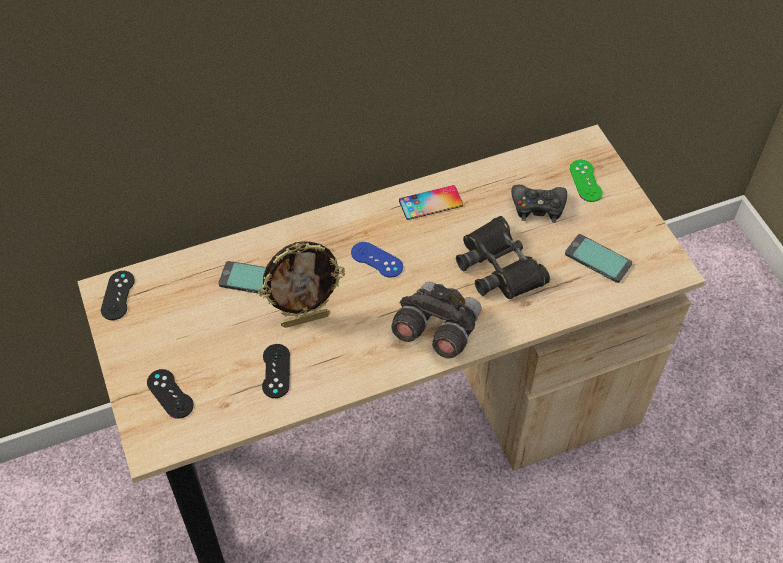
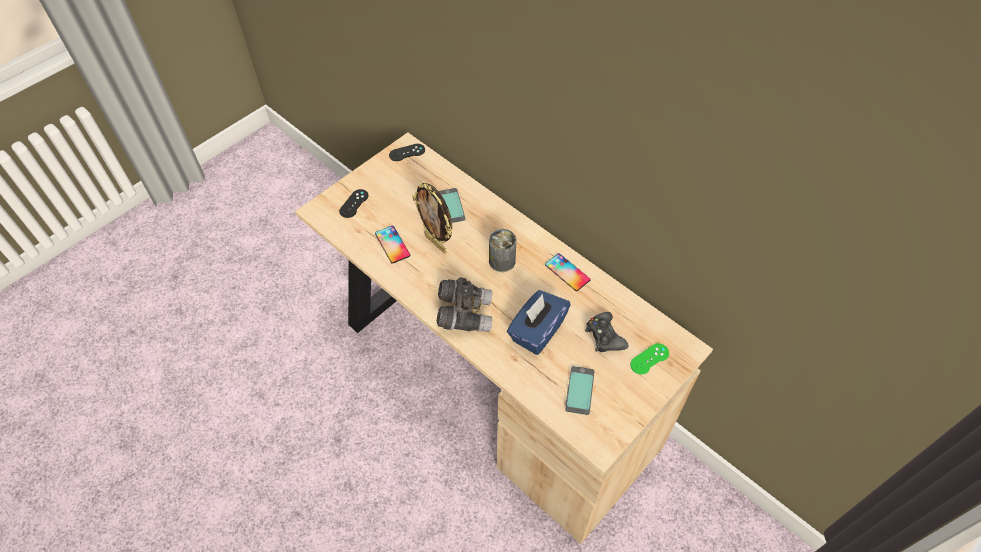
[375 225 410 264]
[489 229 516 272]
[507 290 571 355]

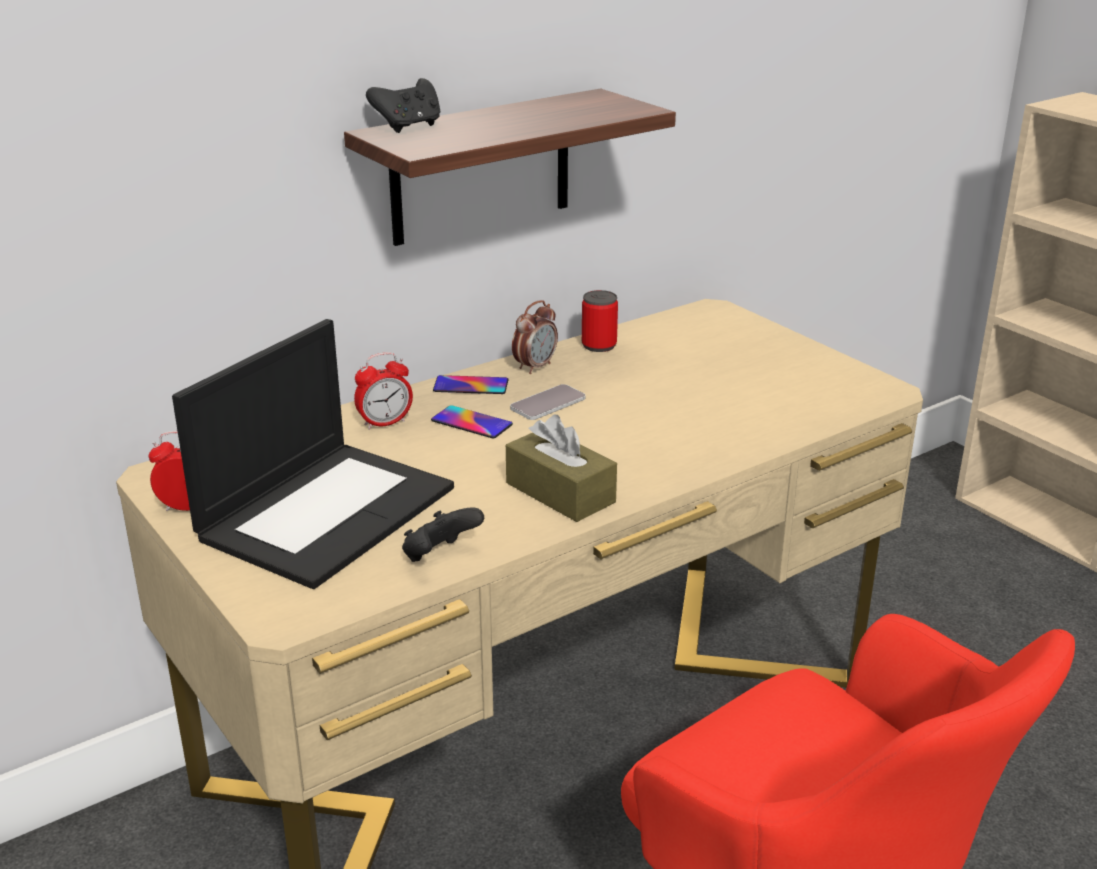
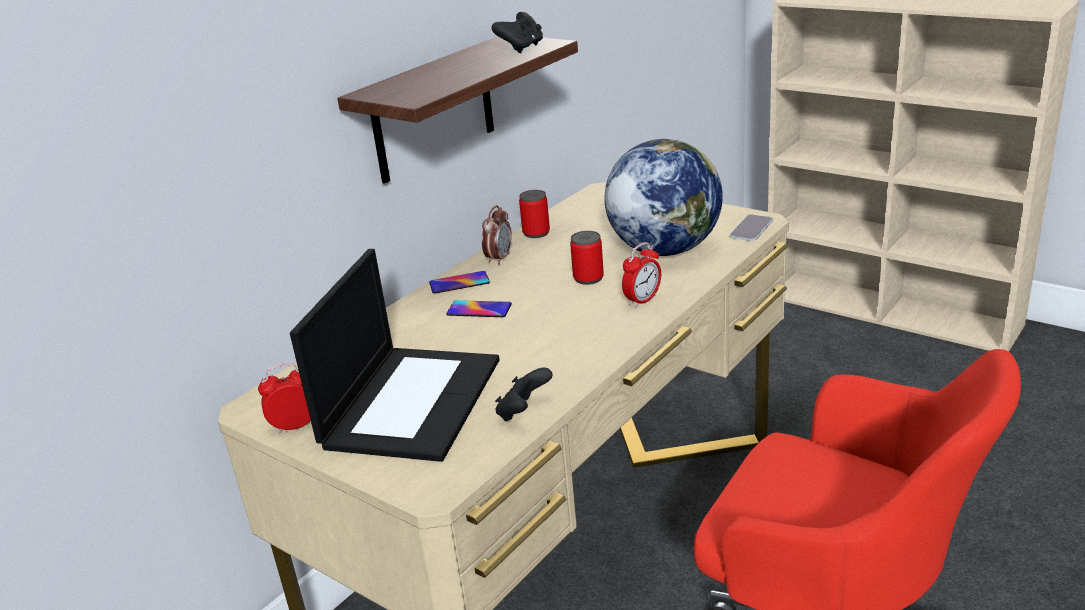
[492 12 543 53]
[570 231 604 285]
[604 139 723 256]
[622 242 661 308]
[730 214 773 241]
[506 415 617 522] (first image)

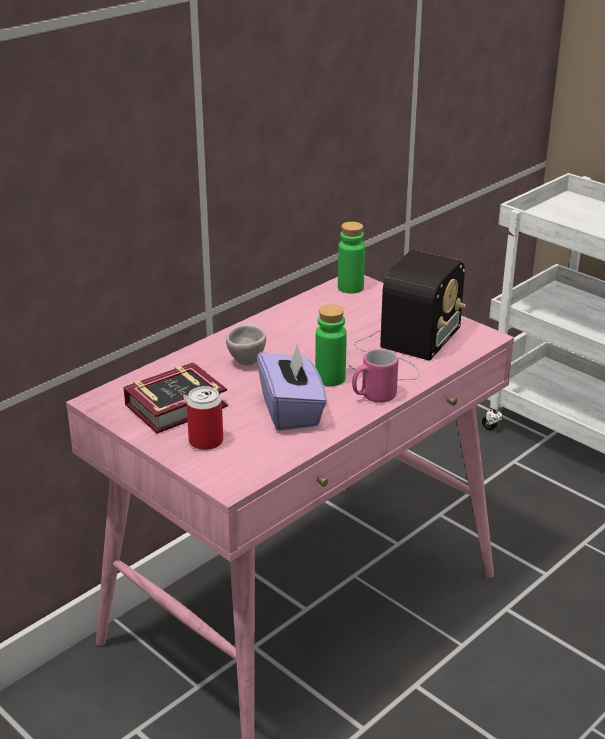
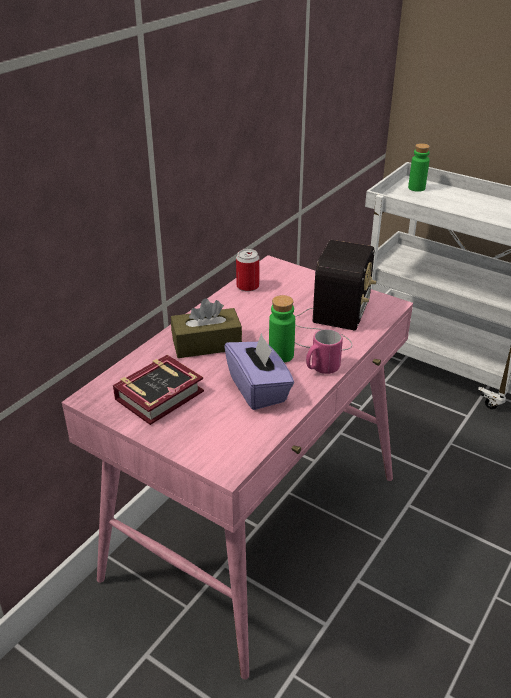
[171 298 242 358]
[236 249 259 292]
[408 143 430 192]

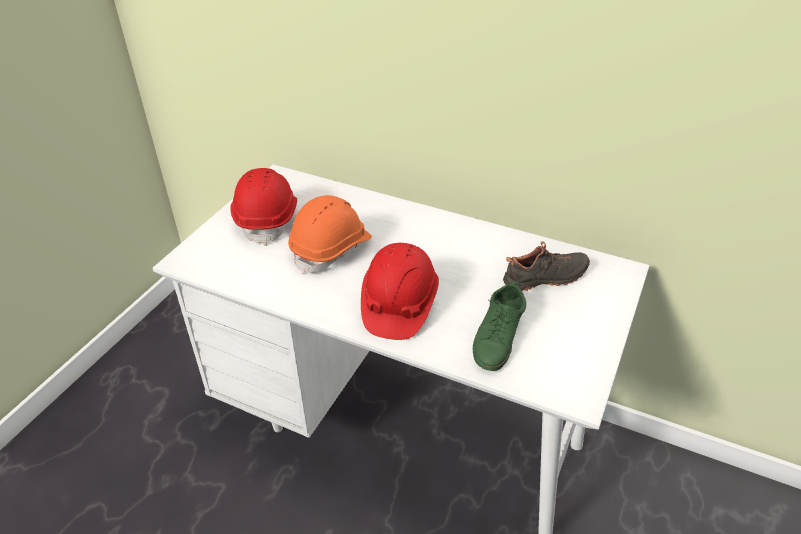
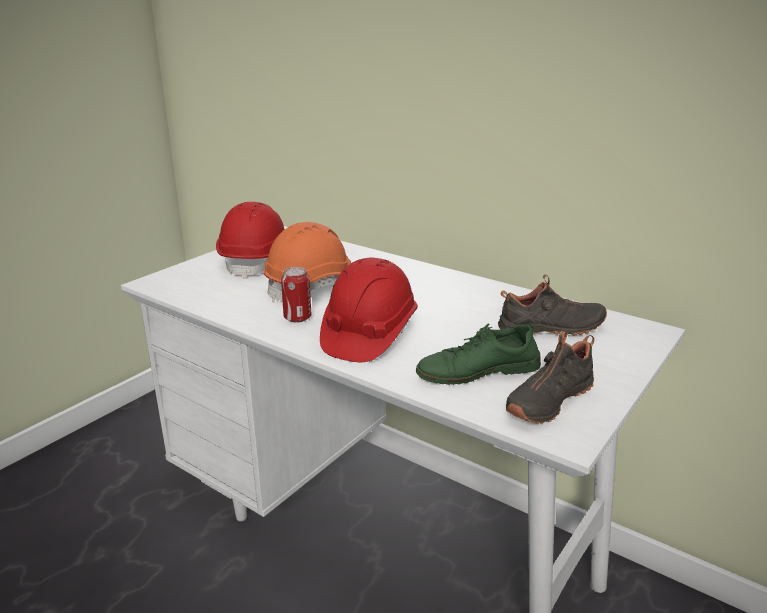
[281 267 311 323]
[416 323 541 385]
[506 331 594 424]

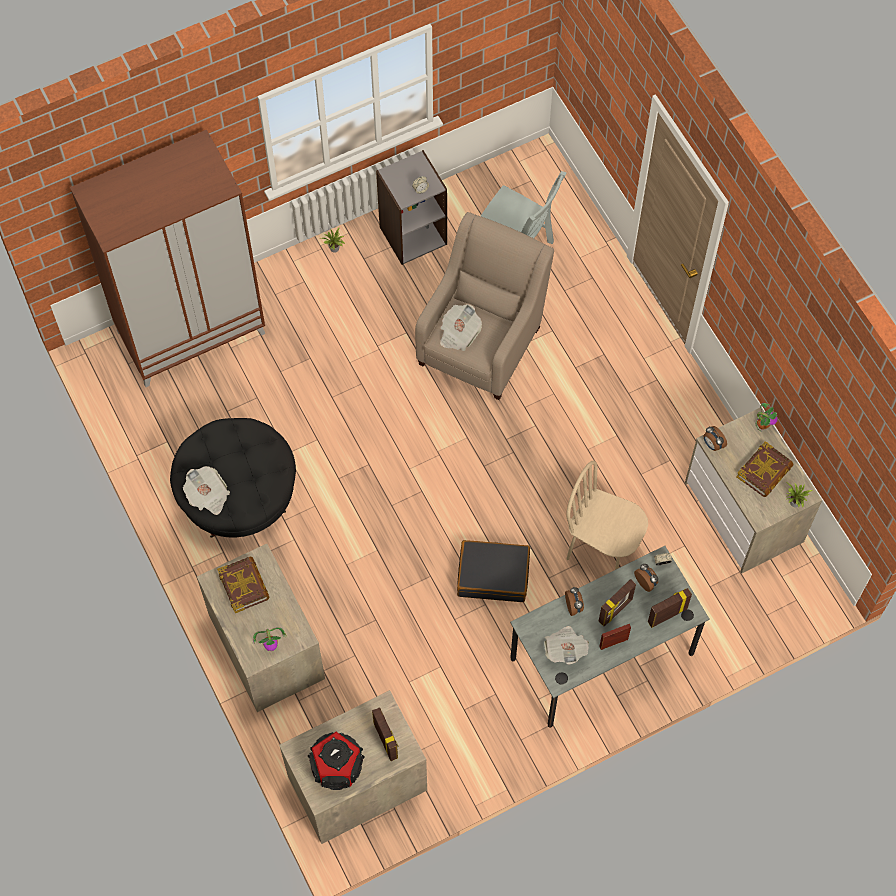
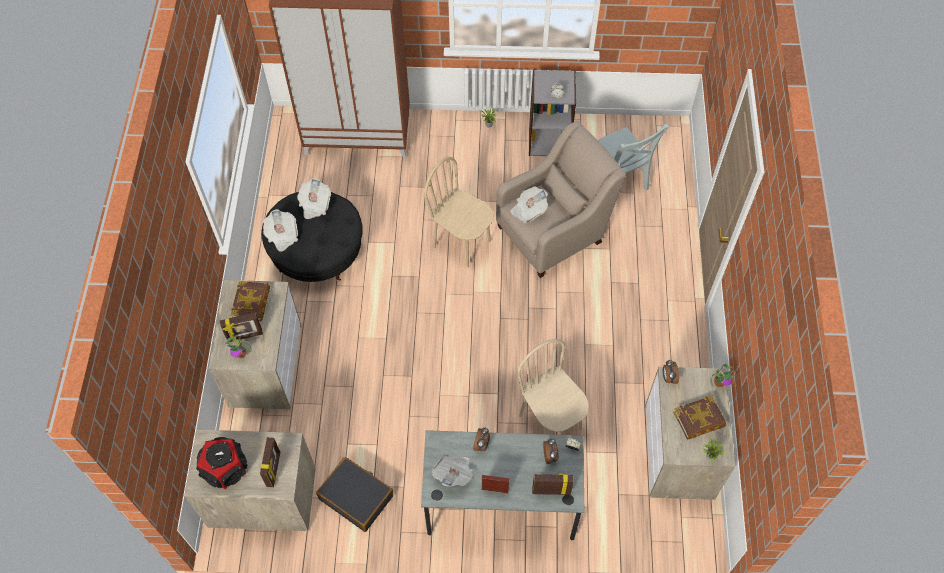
[220 312 263 342]
[297 178 331 219]
[316 457 393 532]
[424 157 494 268]

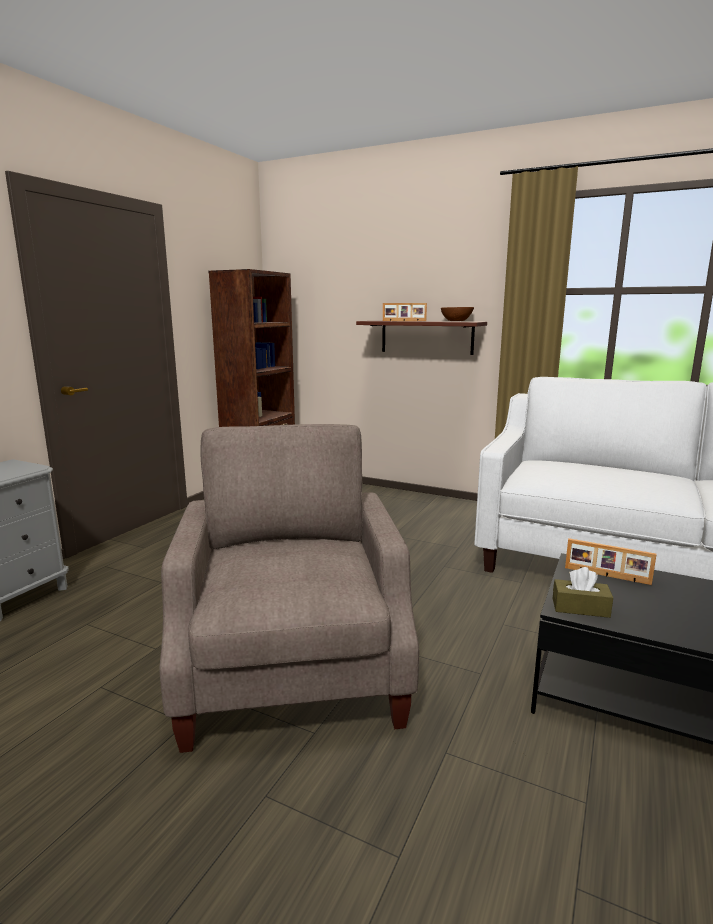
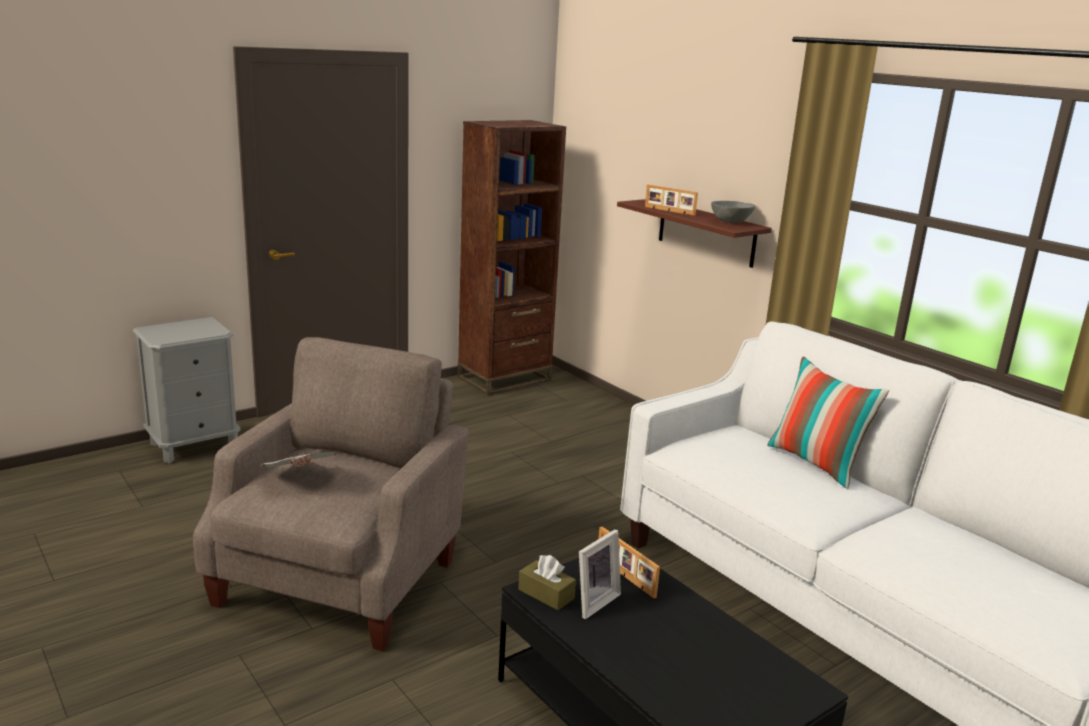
[261 452 337 468]
[579 529 621 619]
[711 201 755 223]
[767 357 889 489]

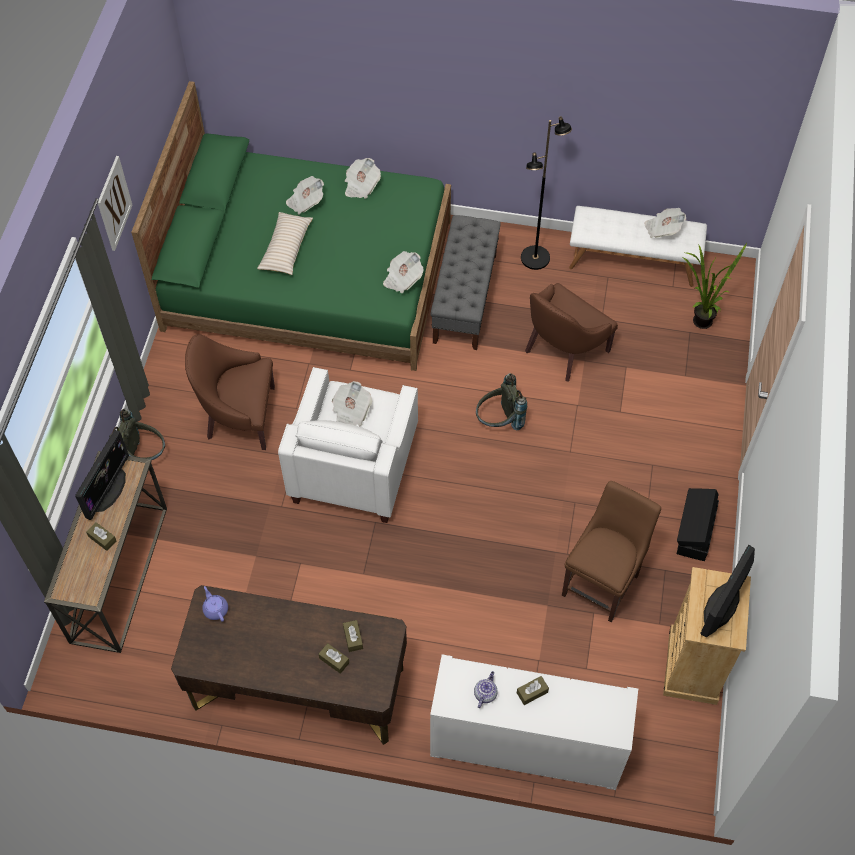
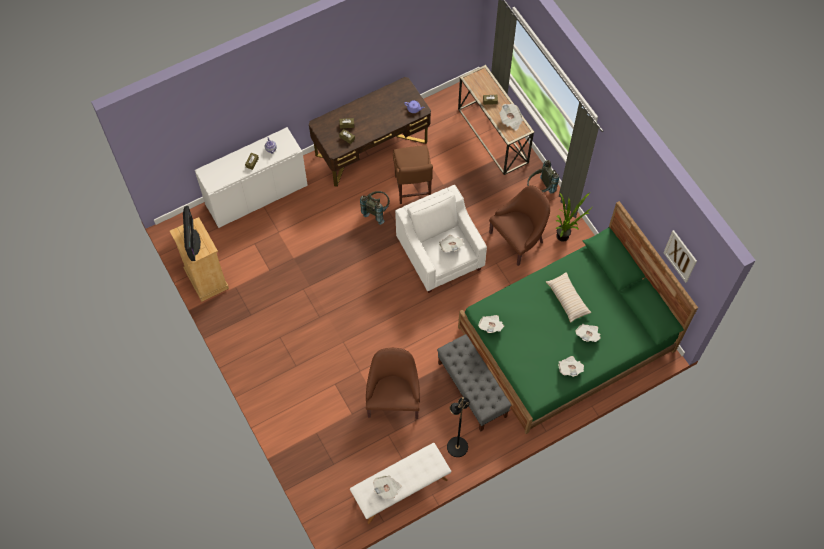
[360 191 390 225]
[393 145 433 204]
[500 104 523 131]
[556 192 591 242]
[663 230 697 283]
[677 488 719 561] (first image)

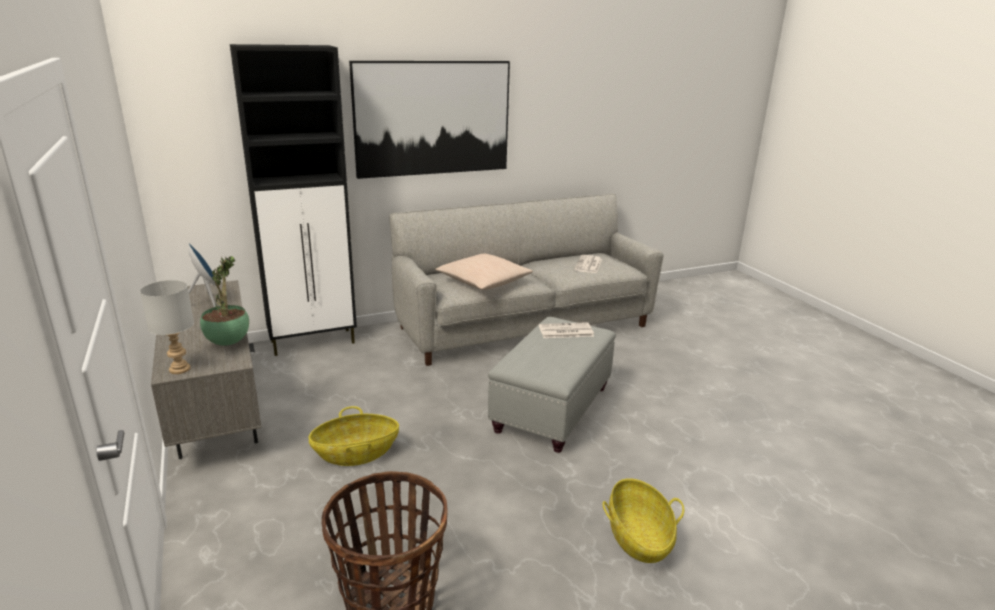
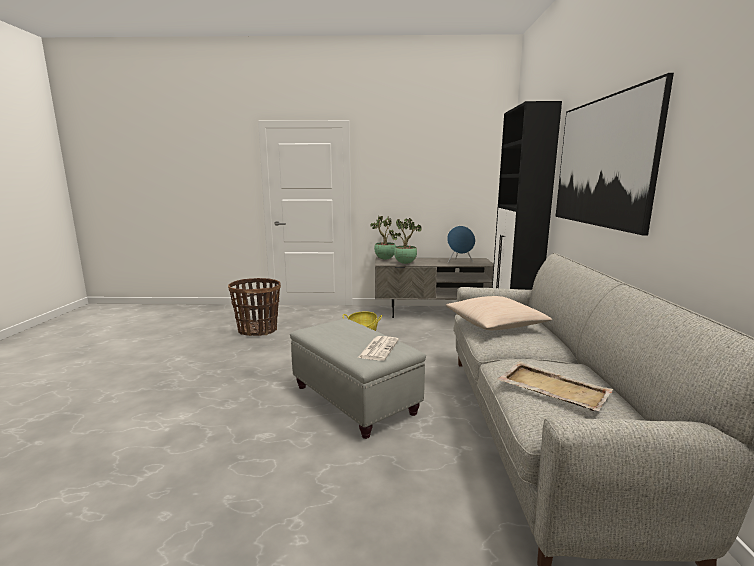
[370 216 396 260]
[497 361 613 411]
[603 478 684 563] (first image)

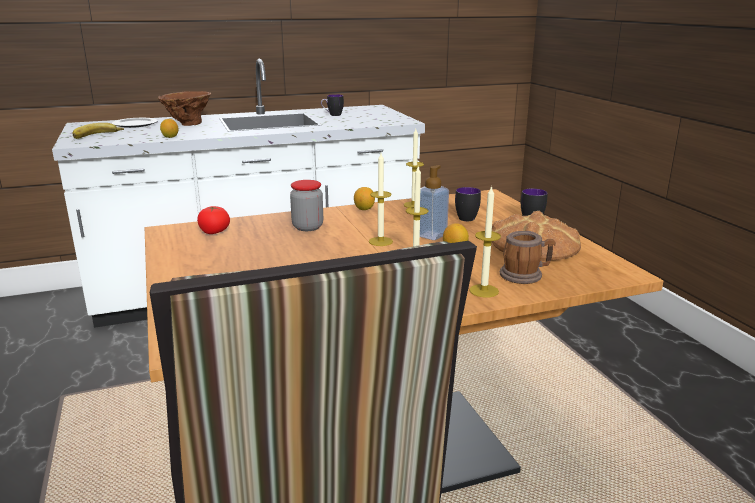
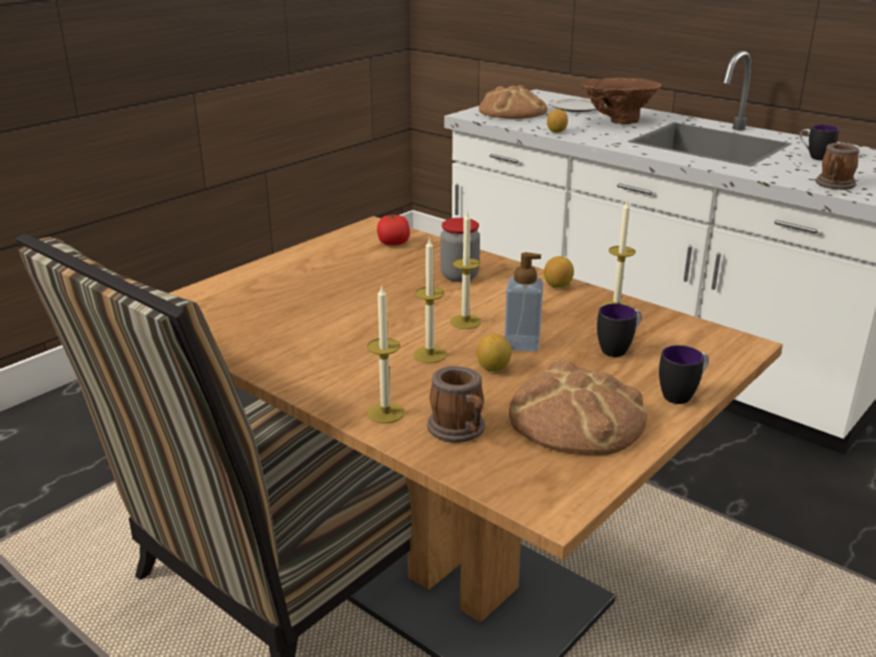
[479 85 548 119]
[816 143 859 190]

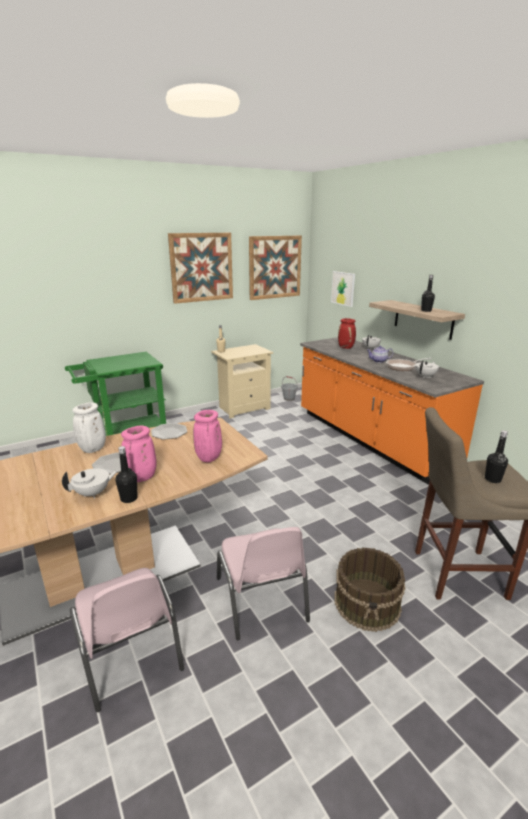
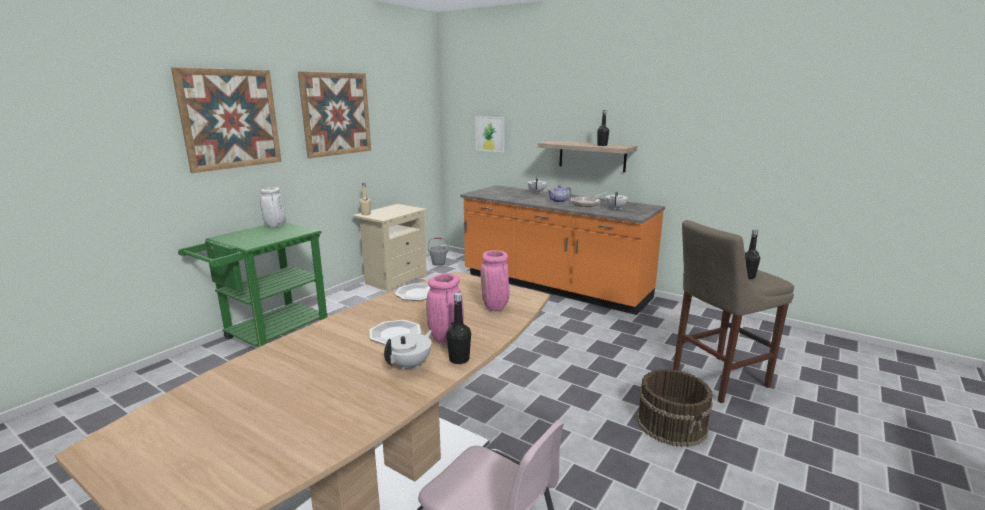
[171 68 282 173]
[260 187 285 227]
[217 527 310 640] (first image)
[338 318 356 349] (first image)

